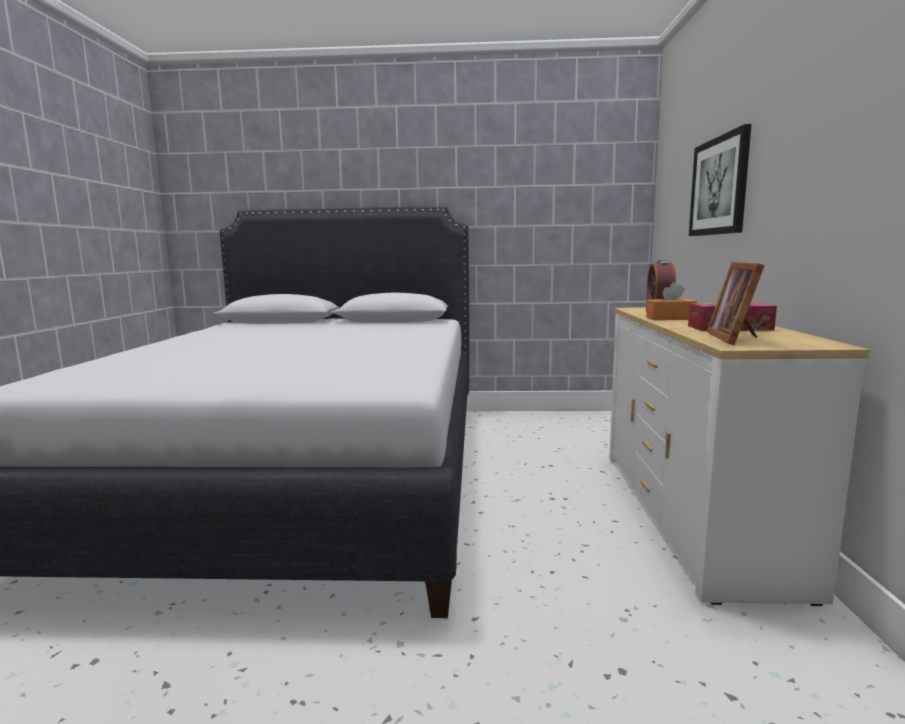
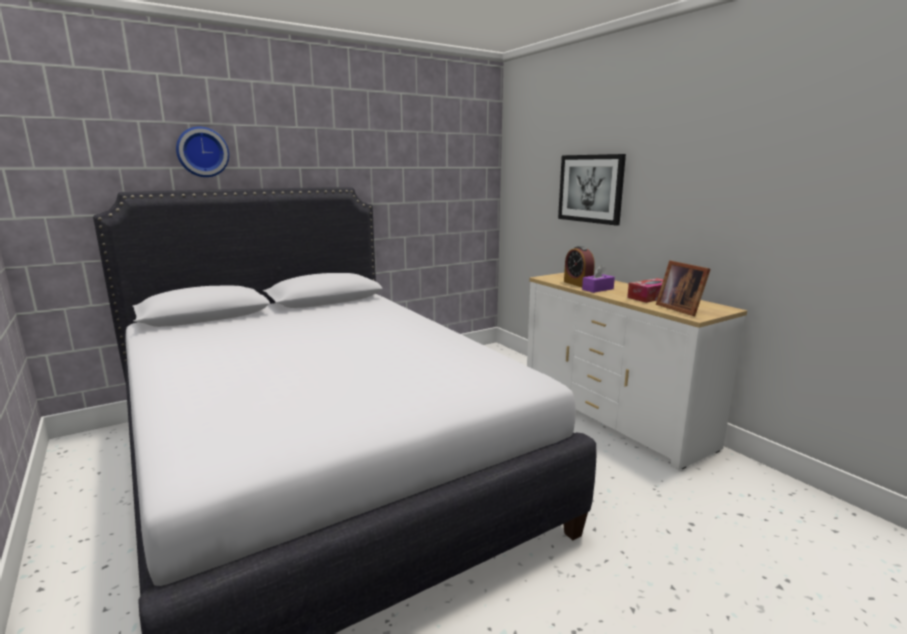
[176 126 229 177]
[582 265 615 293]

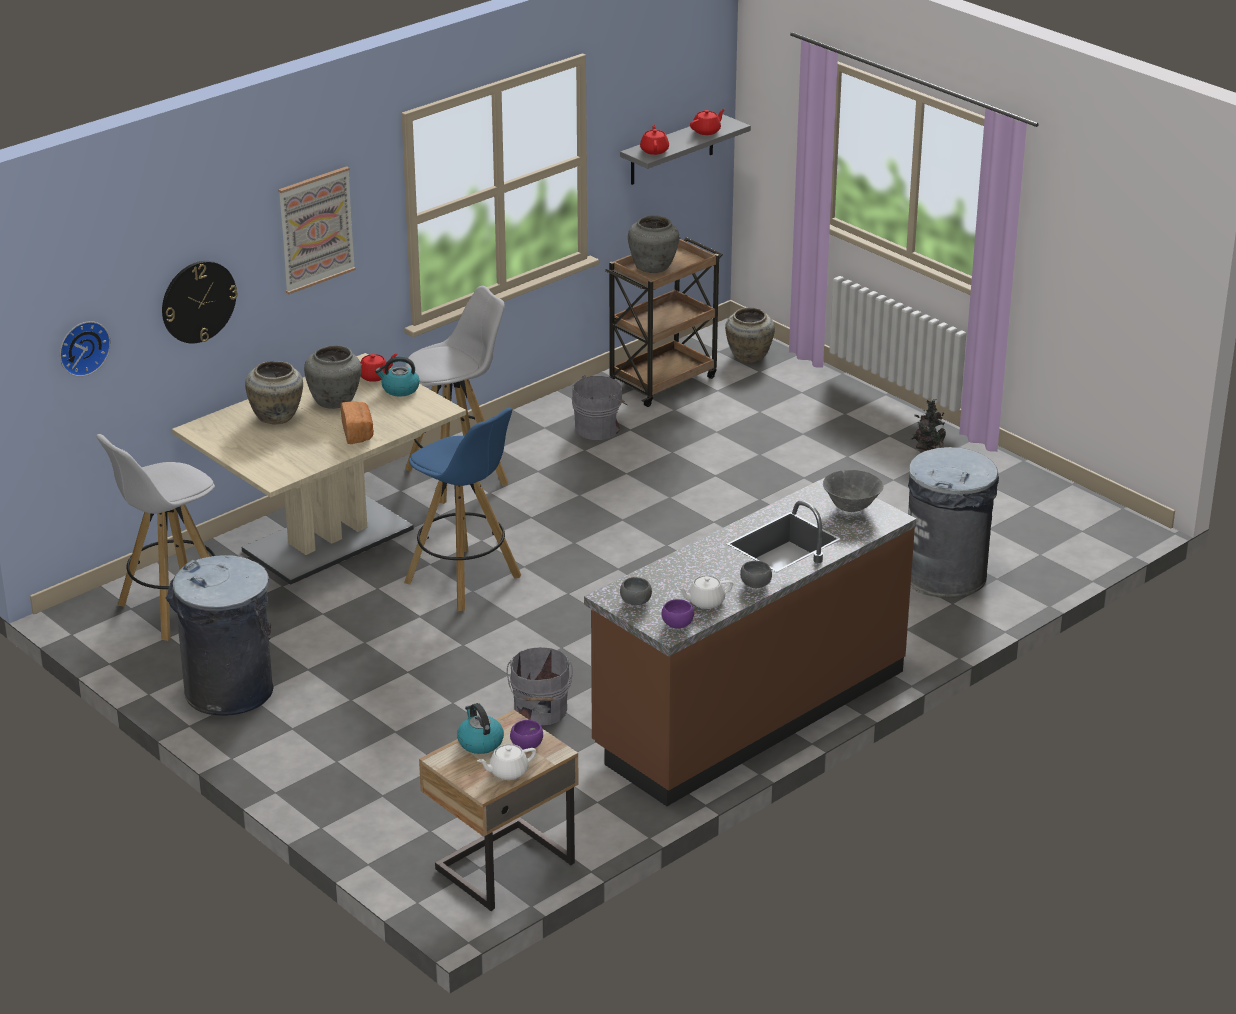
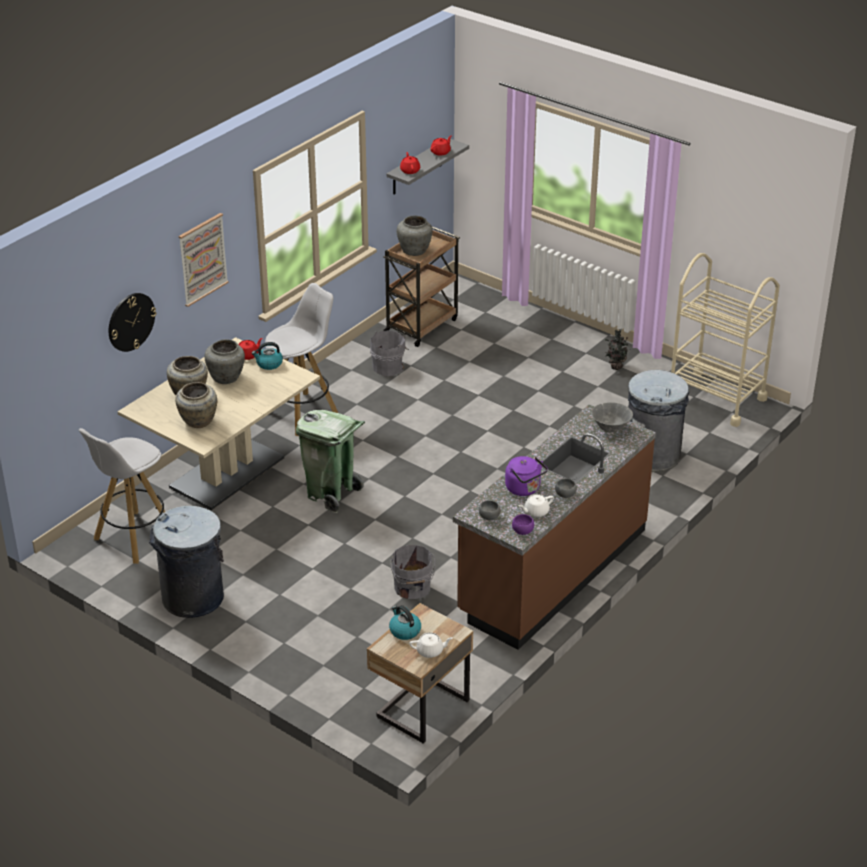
[175 382 217 428]
[296 410 365 513]
[409 632 453 658]
[505 456 548 496]
[671 253 780 427]
[60 321 111 377] (first image)
[341 401 374 444] (first image)
[510 720 543 749] (first image)

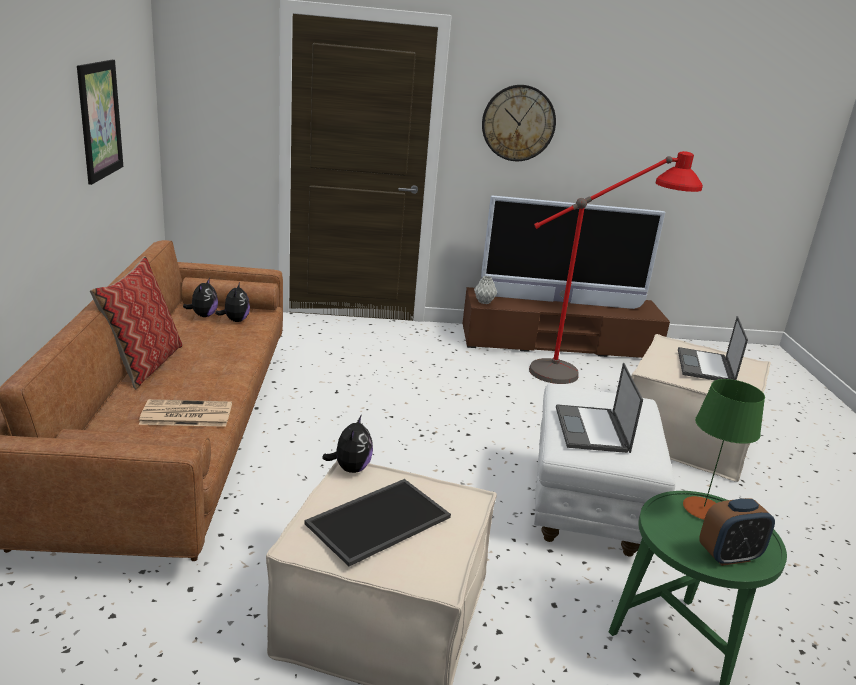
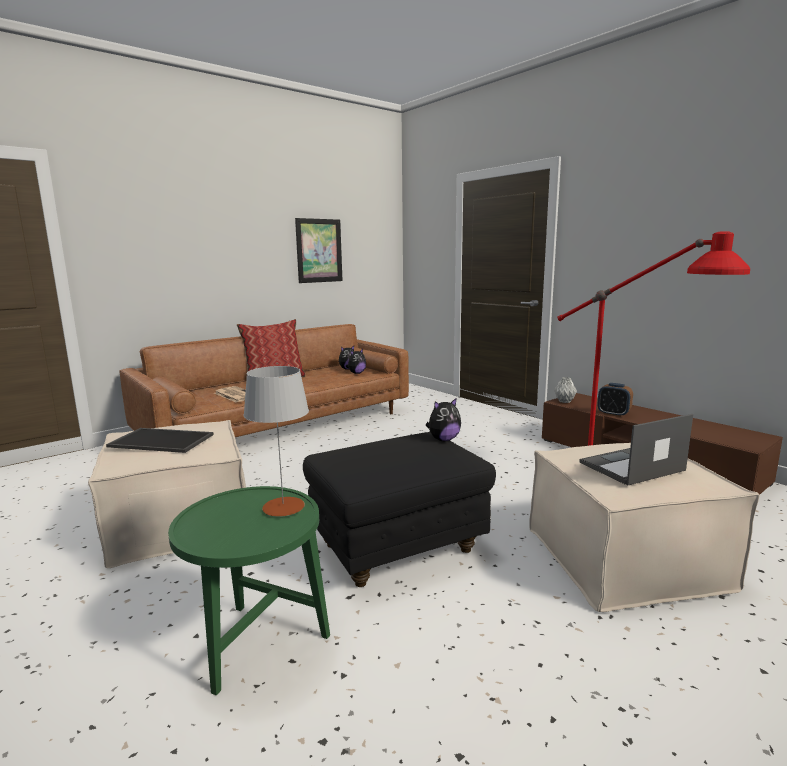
[244 366 309 517]
[303 432 496 587]
[425 398 461 441]
[597 383 633 417]
[481 195 665 309] (first image)
[482 85 556 161] (first image)
[556 363 643 453] (first image)

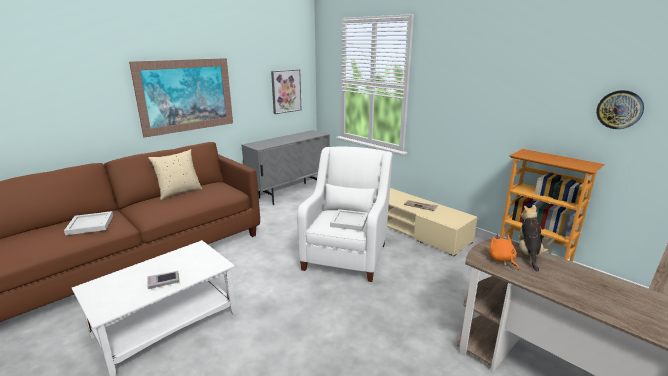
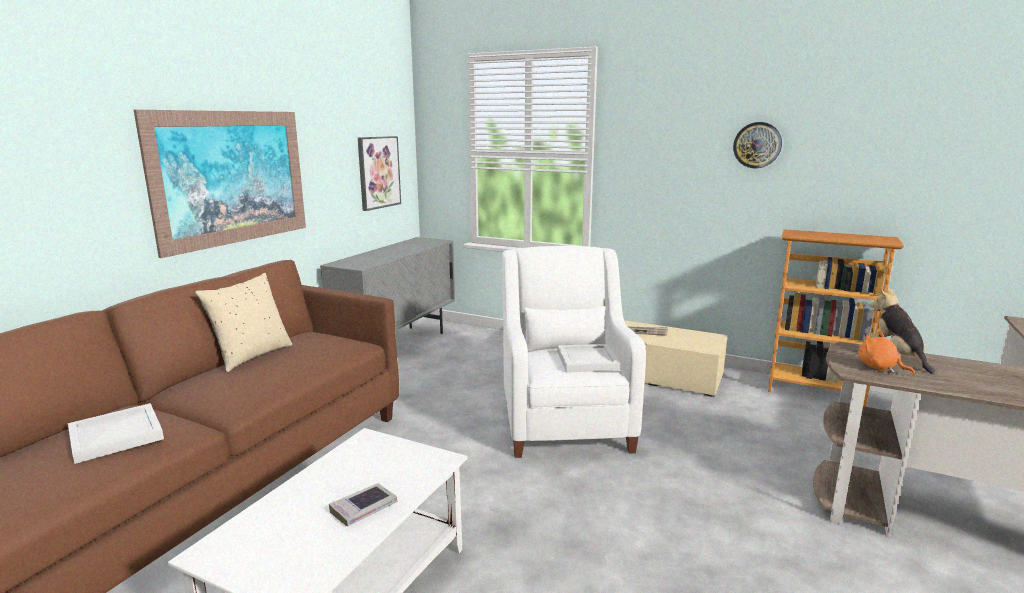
[733 122 782 168]

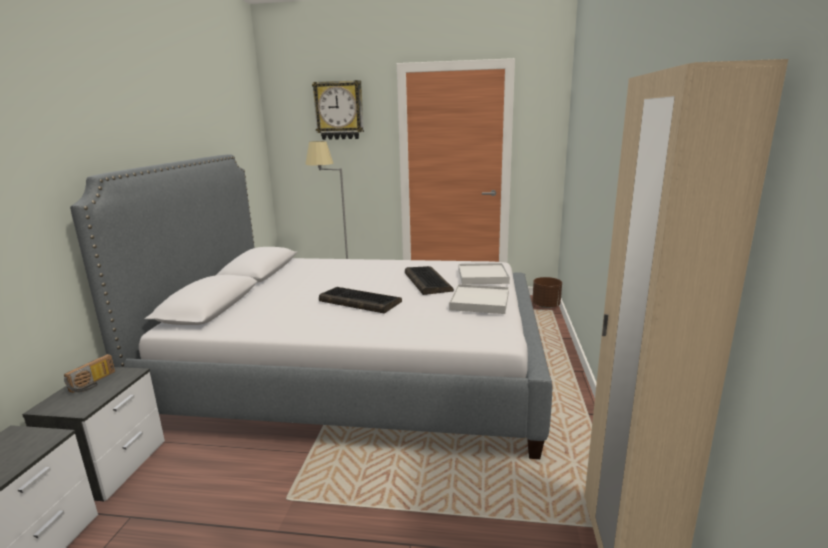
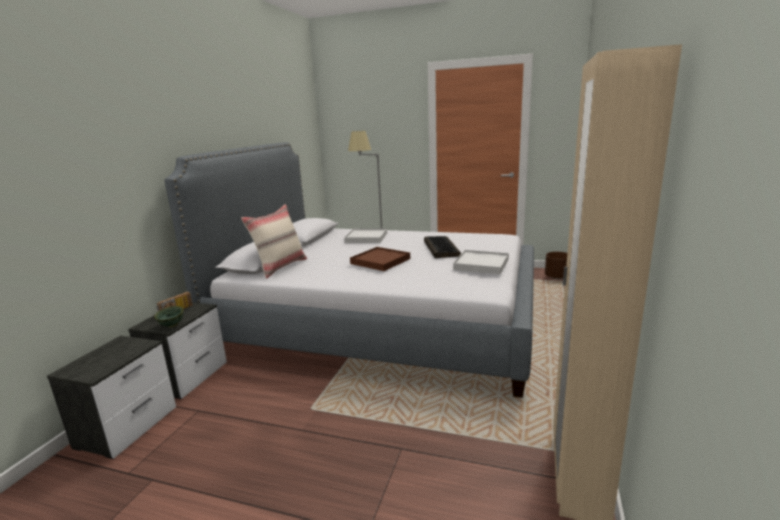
[154 306 184 327]
[241 204 307 279]
[344 228 387 243]
[350 247 410 271]
[312 80 364 140] (first image)

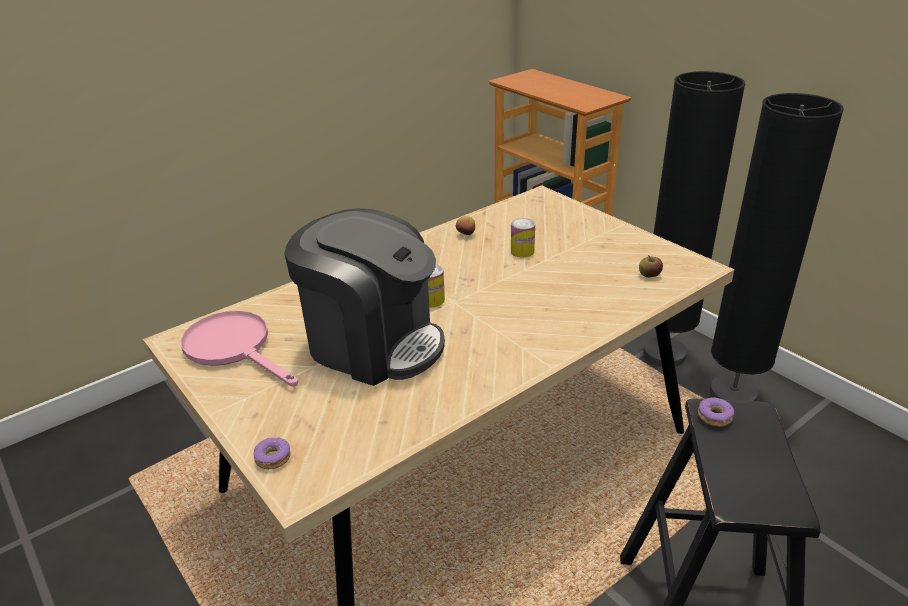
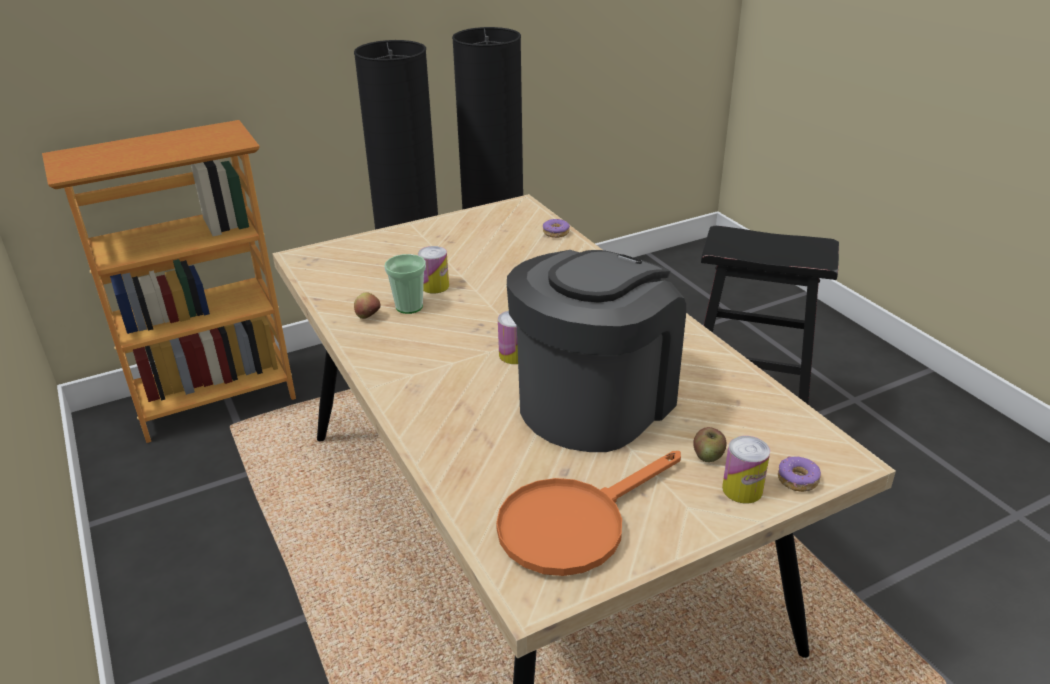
[384 254 426 314]
[496 451 681 576]
[543 219 570 238]
[693 427 726 462]
[722 436 770 504]

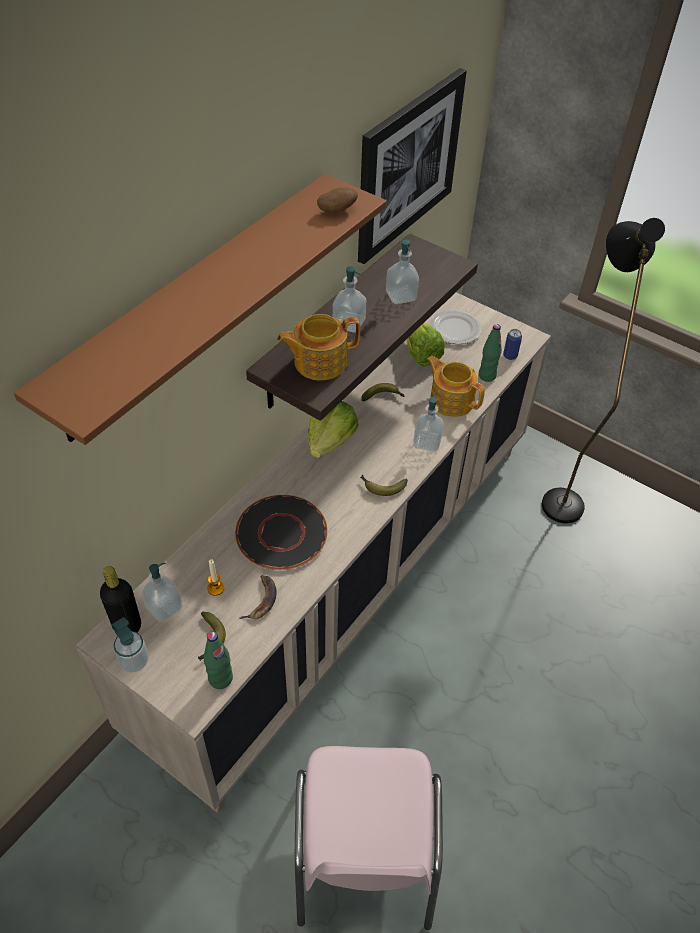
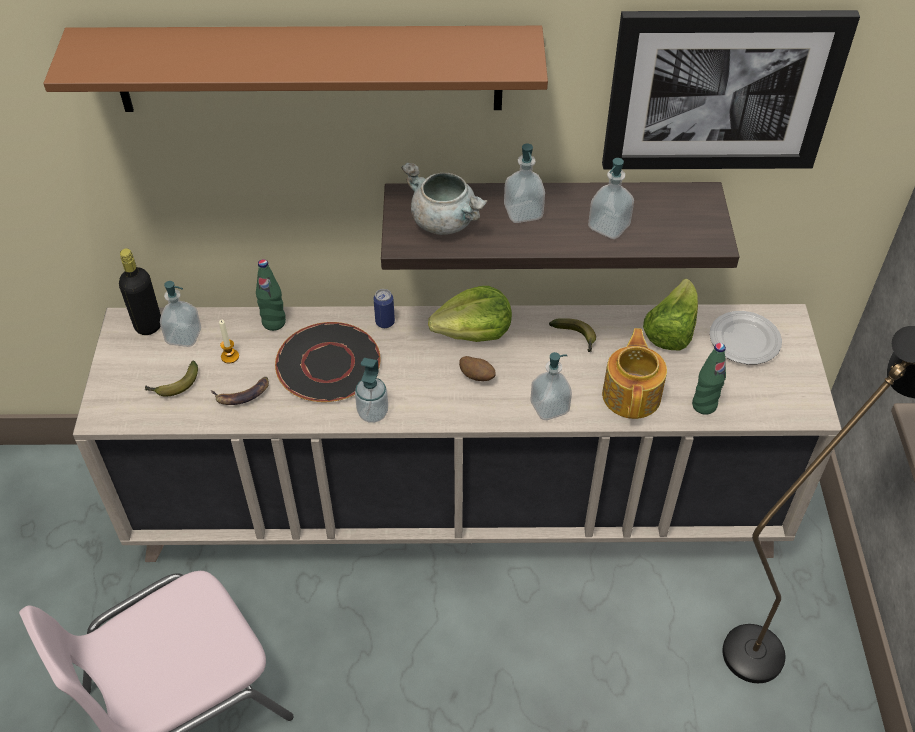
[256 259 286 331]
[355 358 388 423]
[373 289 395 328]
[401 163 487 235]
[459 356 496 381]
[360 475 408 496] (first image)

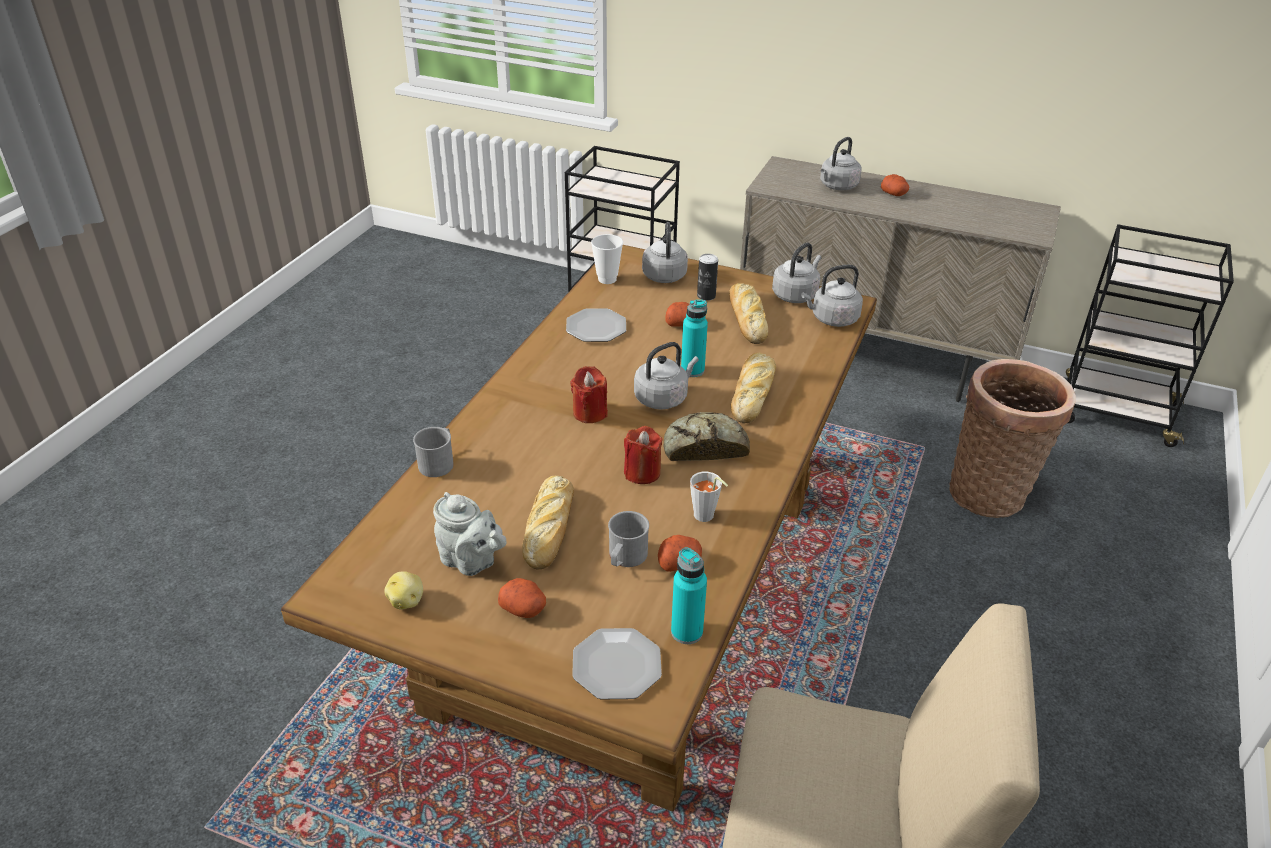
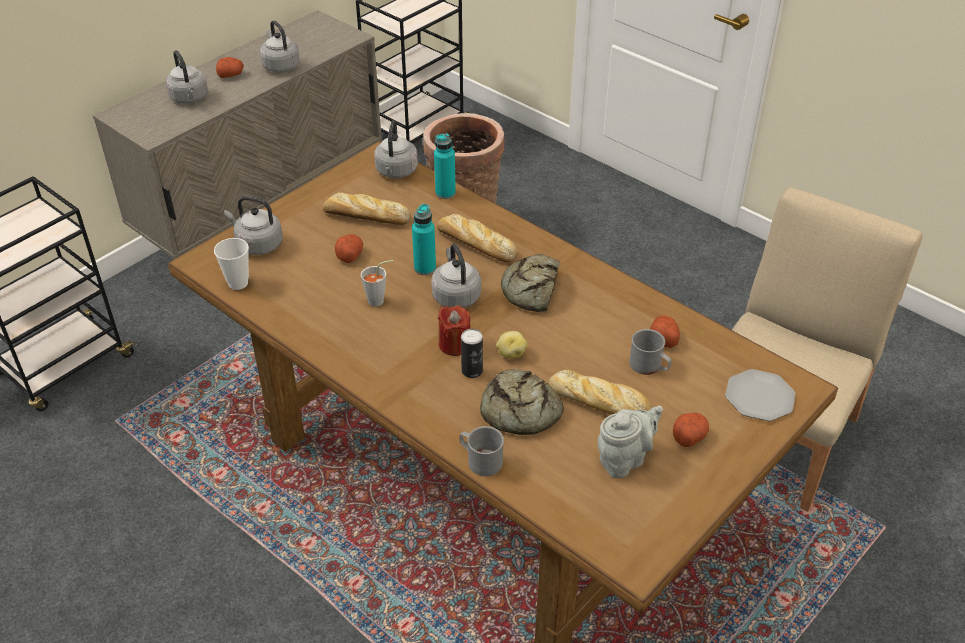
[260 20 300 72]
[361 260 393 307]
[434 133 456 199]
[461 329 483 378]
[480 369 564 435]
[496 331 528 359]
[566 309 626 342] (first image)
[624 426 663 484] (first image)

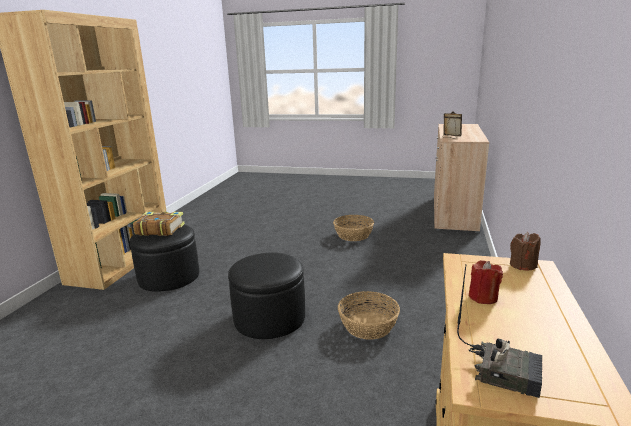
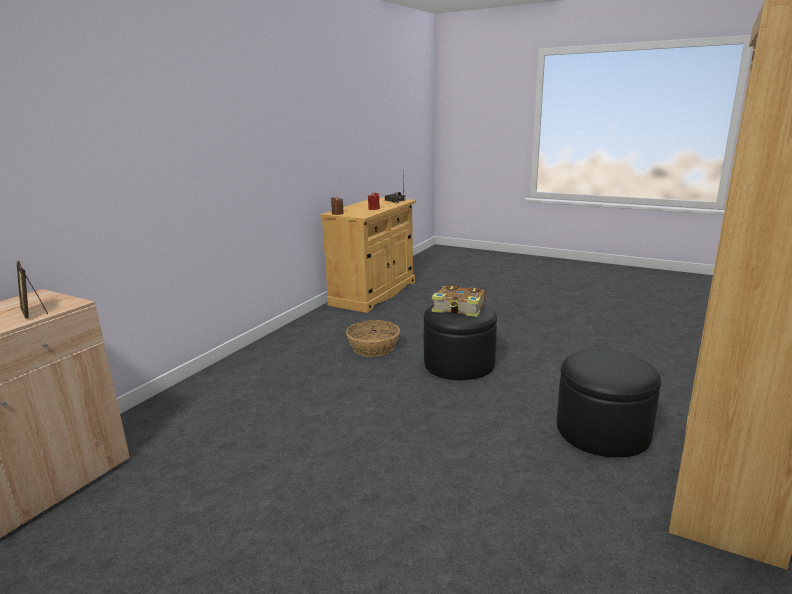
[432 285 485 317]
[333 215 374 241] (first image)

